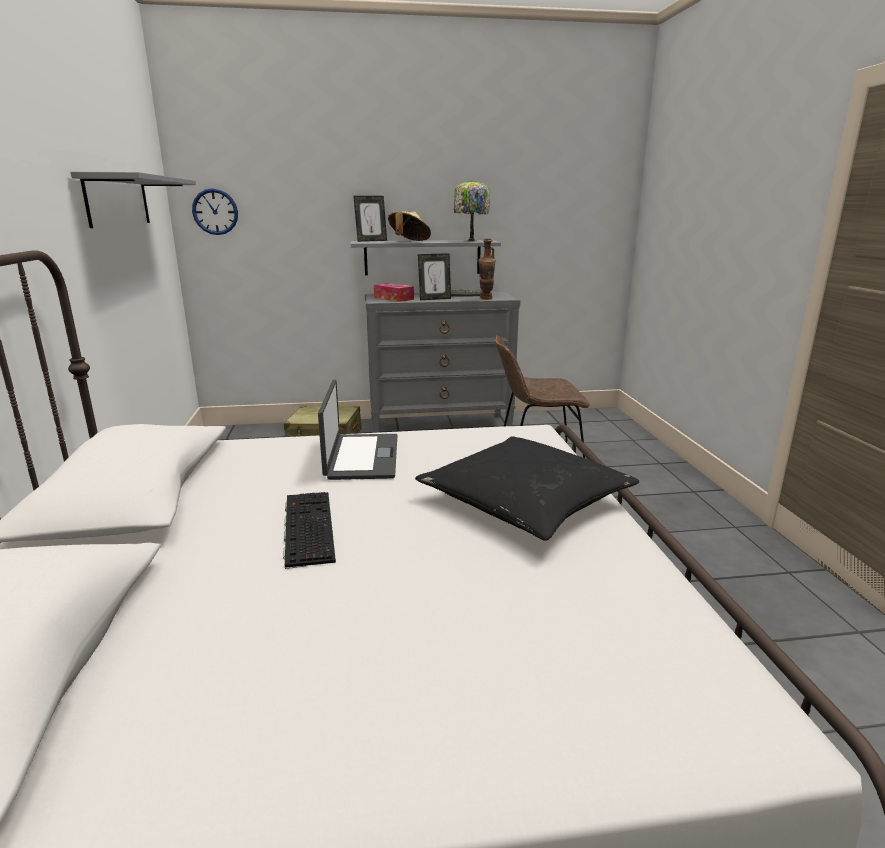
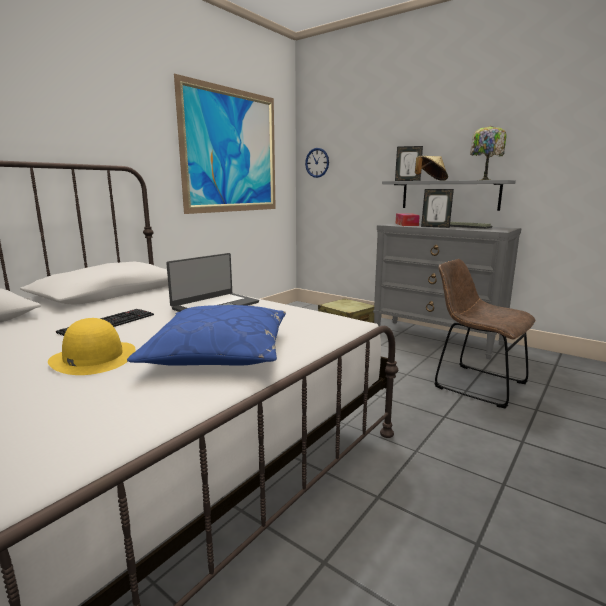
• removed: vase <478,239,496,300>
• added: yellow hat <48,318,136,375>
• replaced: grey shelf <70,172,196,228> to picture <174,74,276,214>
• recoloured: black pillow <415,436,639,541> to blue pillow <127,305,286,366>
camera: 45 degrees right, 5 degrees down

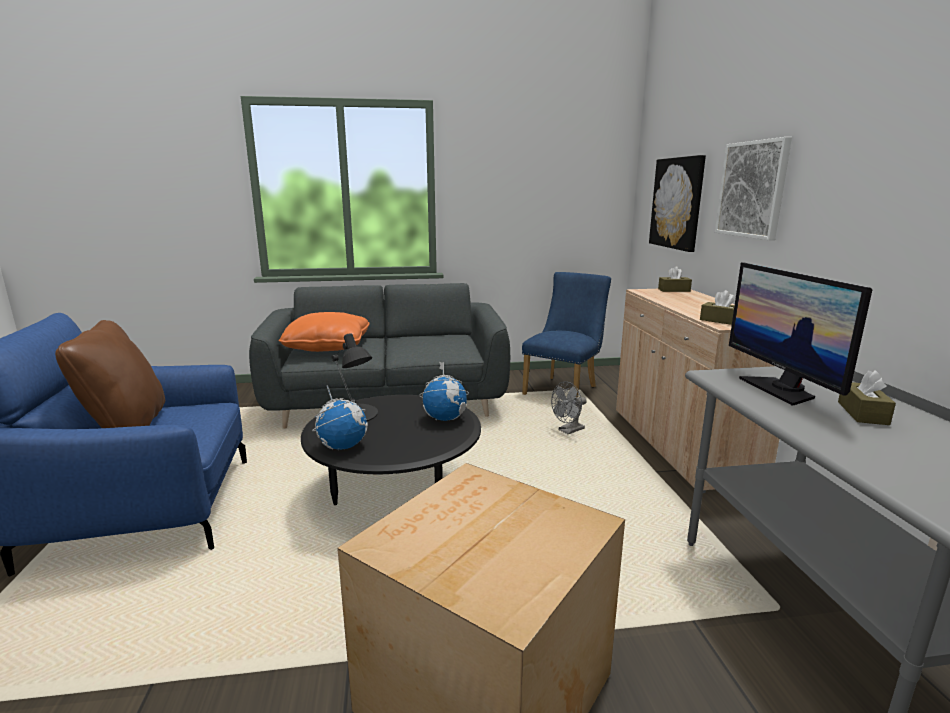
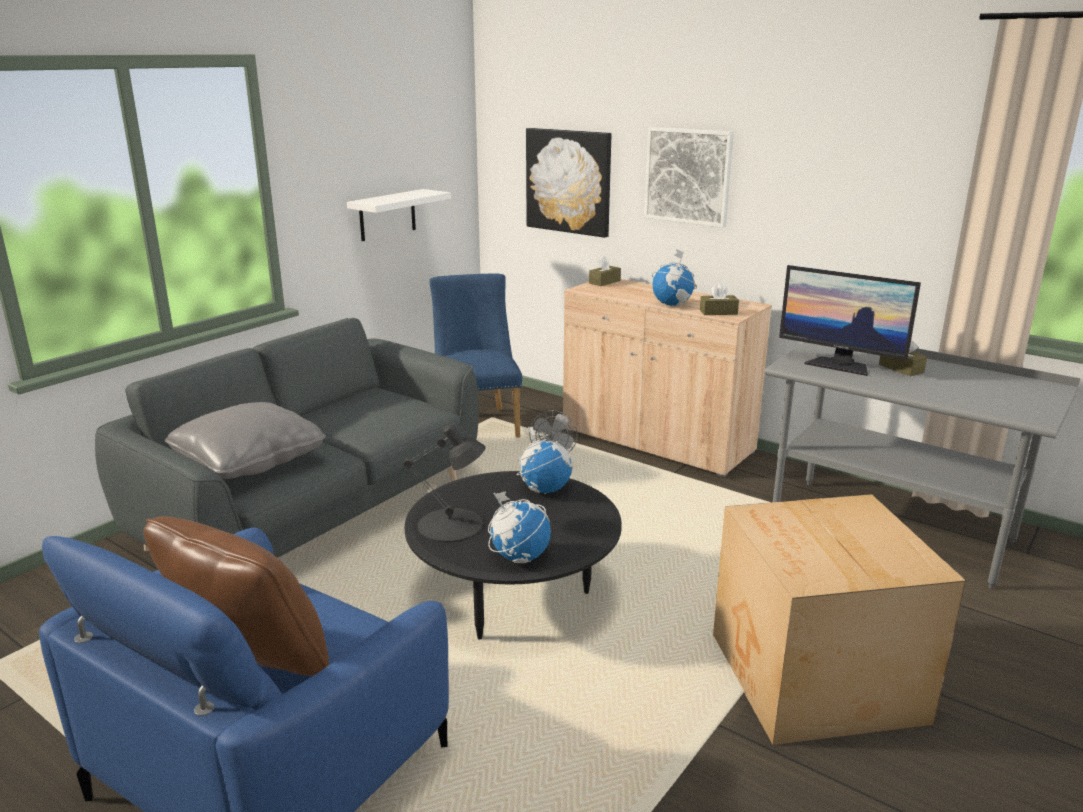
• added: white shelf <347,189,451,241>
• added: globe <652,249,697,306>
• recoloured: orange pillow <279,312,370,352> to grey pillow <165,402,326,479>
camera: 45 degrees left, 5 degrees up

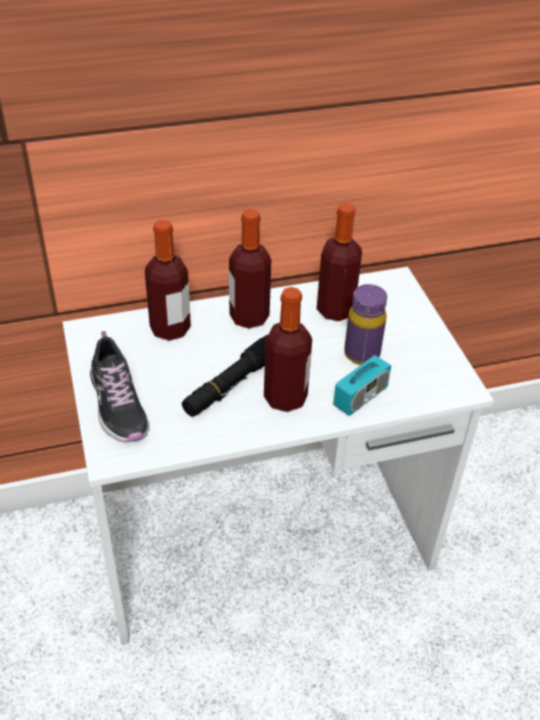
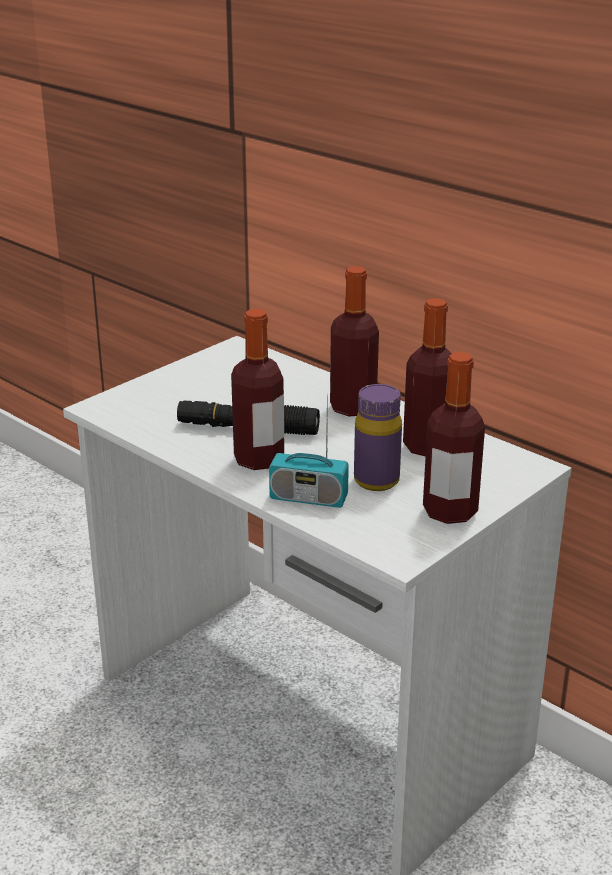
• removed: shoe <90,331,149,442>
• moved: bottle <145,220,191,341> to <423,352,485,524>
camera: 60 degrees right, 15 degrees down

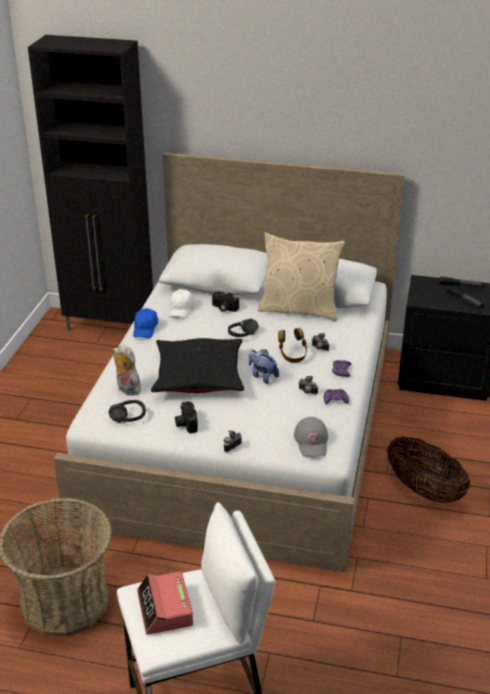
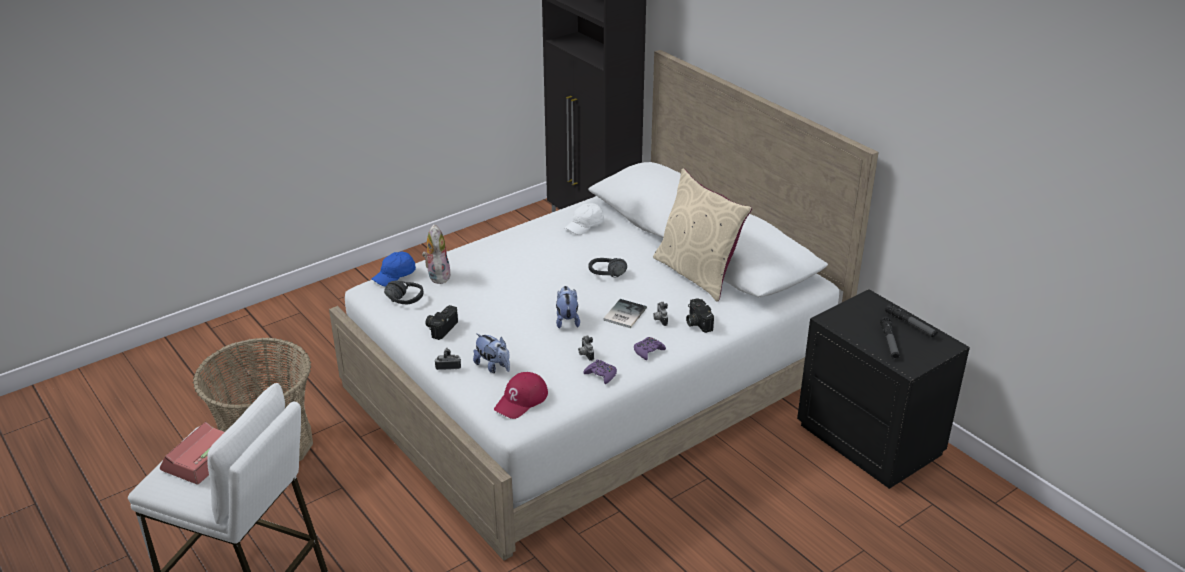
• removed: black pillow <151,338,244,393>
• removed: basket <387,437,470,503>
• added: plush toy <473,333,510,373>
• moved: blue cap <133,308,158,338> to <372,252,416,287>
• moved: photo camera <212,291,239,312> to <686,298,714,333>
• replaced: headphones <278,328,307,363> to book <603,299,647,328>
• recoloured: grey cap <294,417,328,457> to red cap <494,372,548,419>
camera: 40 degrees right, 0 degrees up

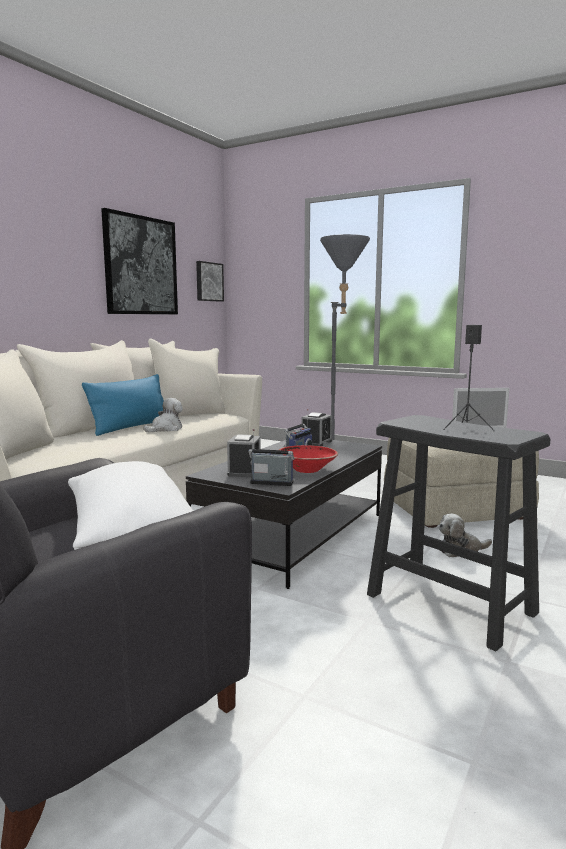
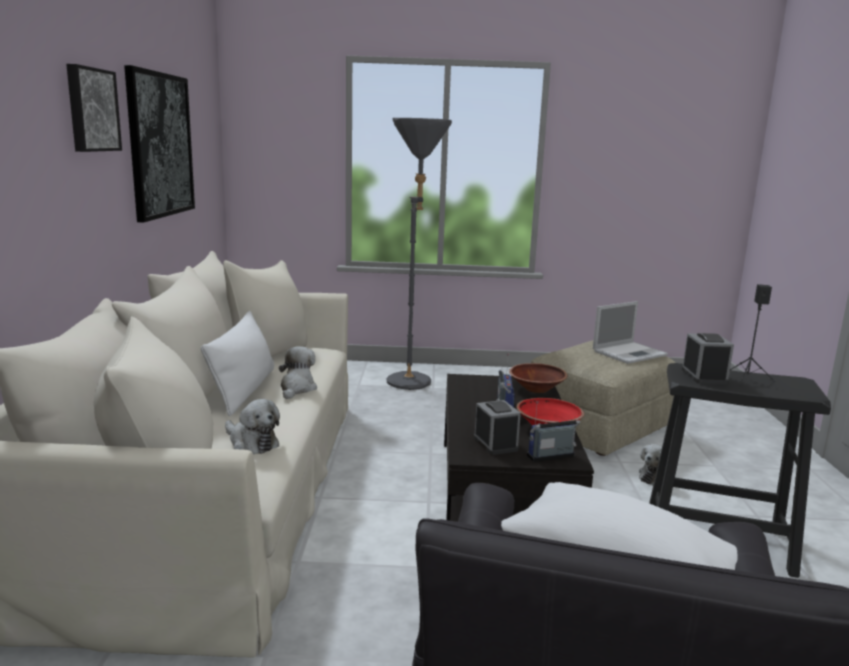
• added: plush toy <225,399,280,454>
• added: brown bowl <509,363,568,393>
• moved: picture <196,261,224,302> to <66,64,122,152>
• moved: alarm clock <301,412,332,446> to <682,333,734,385>
• recoloured: blue pillow <82,374,164,436> to white pillow <201,311,274,416>
camera: 30 degrees left, 5 degrees up

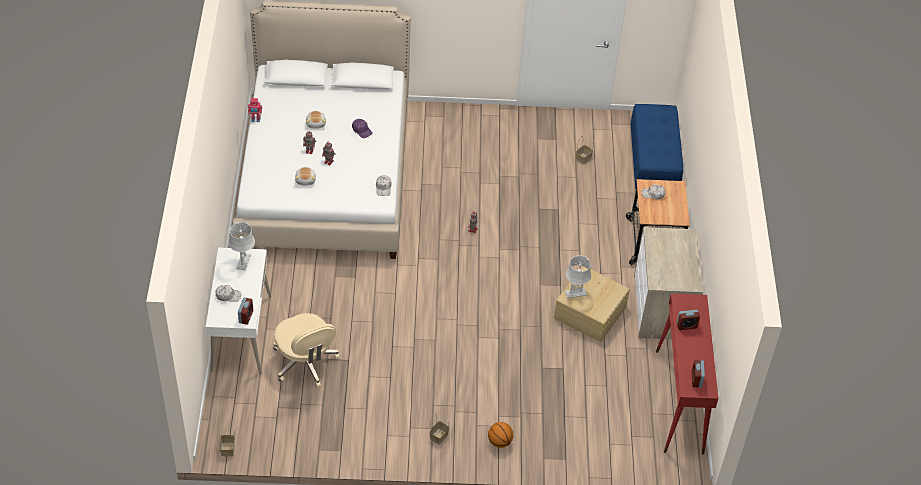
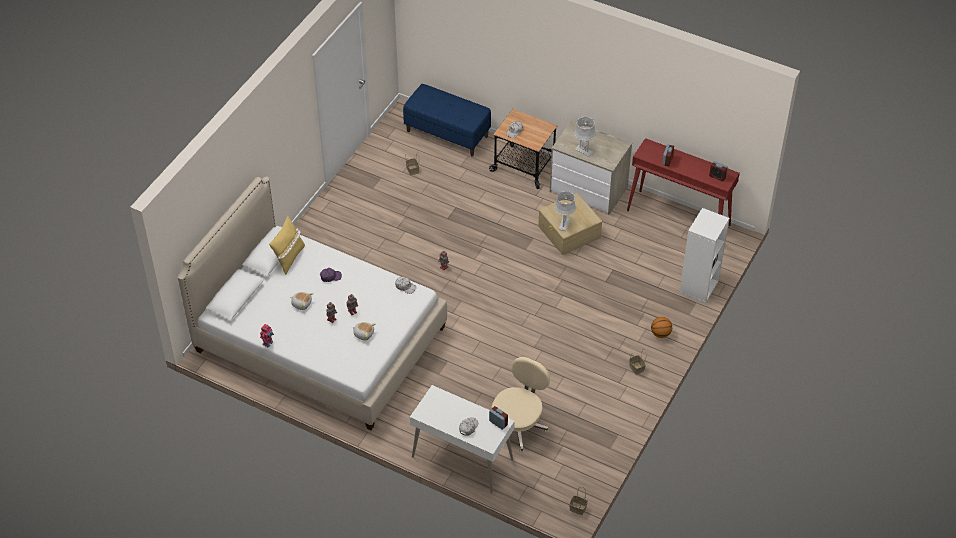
• added: yellow pillow <269,216,305,275>
• added: white bookcase <680,208,729,303>
• moved: grey table lamp <228,222,255,270> to <574,117,596,157>
• turned: beige office chair <273,313,340,387> = <492,357,550,453> 60 degrees counterclockwise
camera: 60 degrees left, 0 degrees up

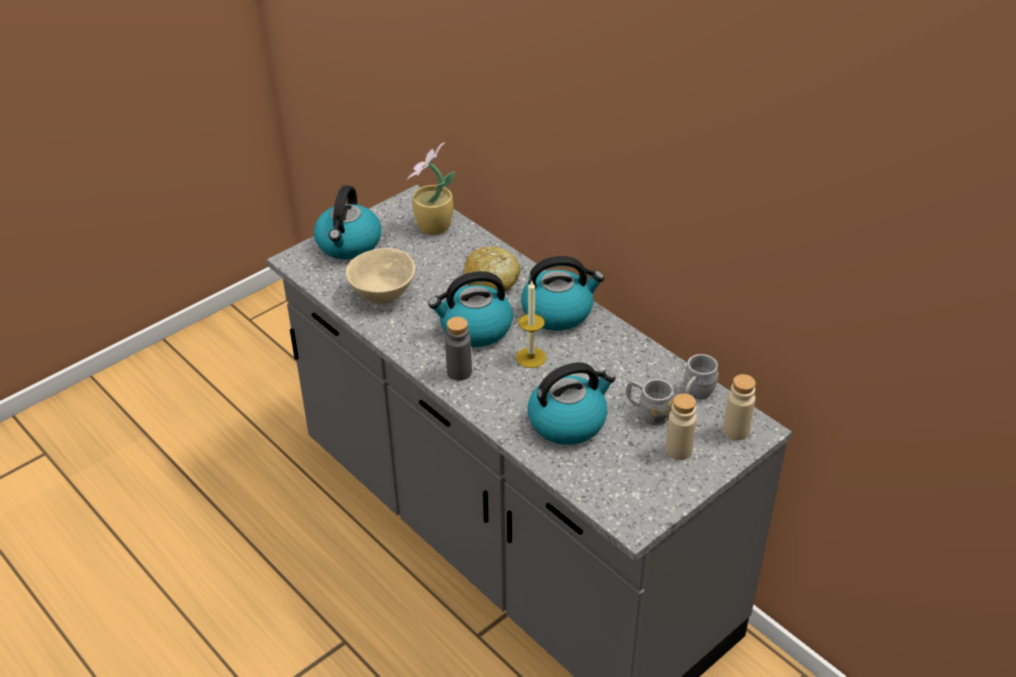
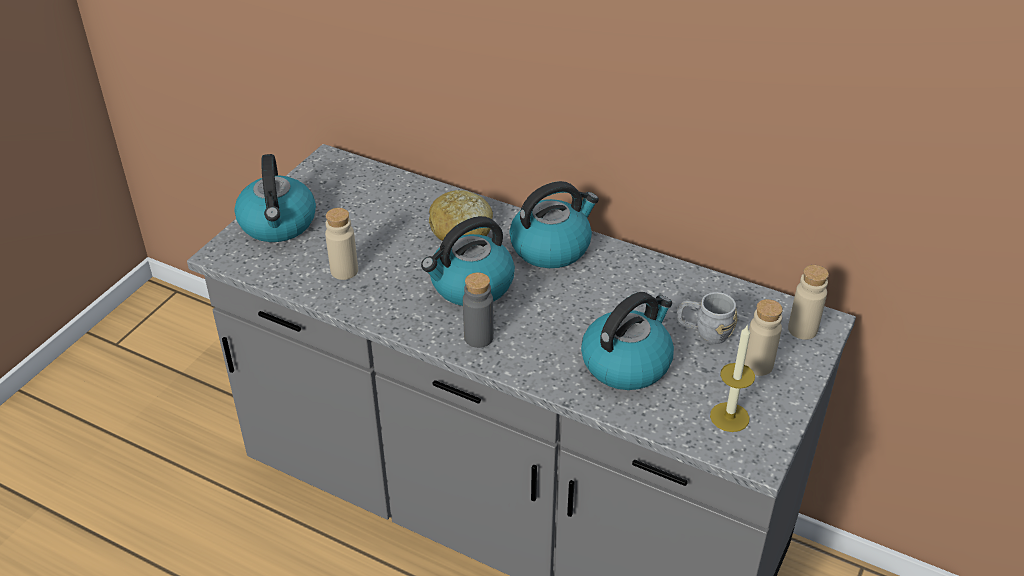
• removed: potted plant <407,143,455,235>
• removed: grey mug <684,354,719,399>
• moved: candle <516,280,547,368> to <710,326,755,432>
• replaced: beige bowl <346,248,415,304> to beige bottle <325,208,358,280>
camera: 20 degrees left, 0 degrees up

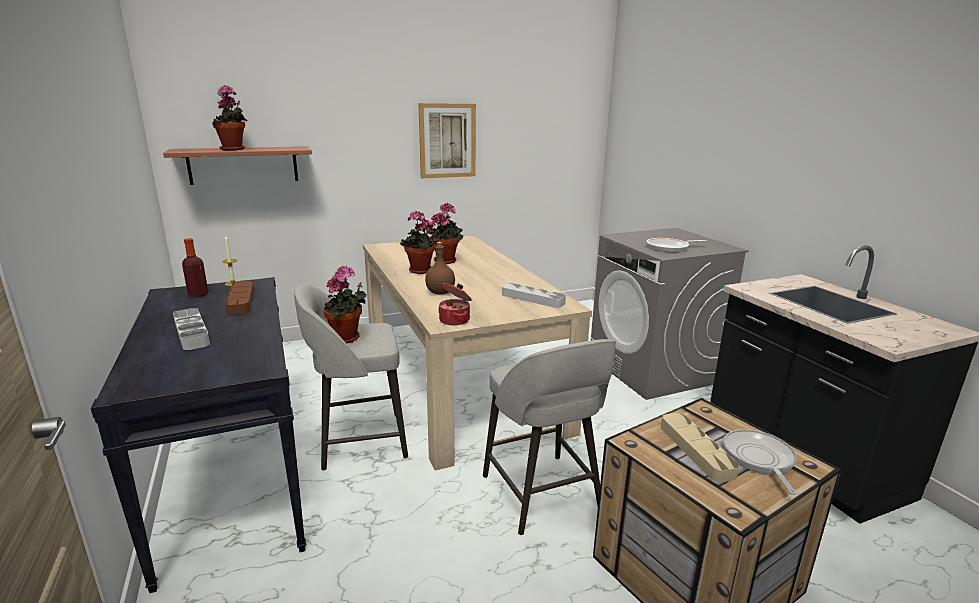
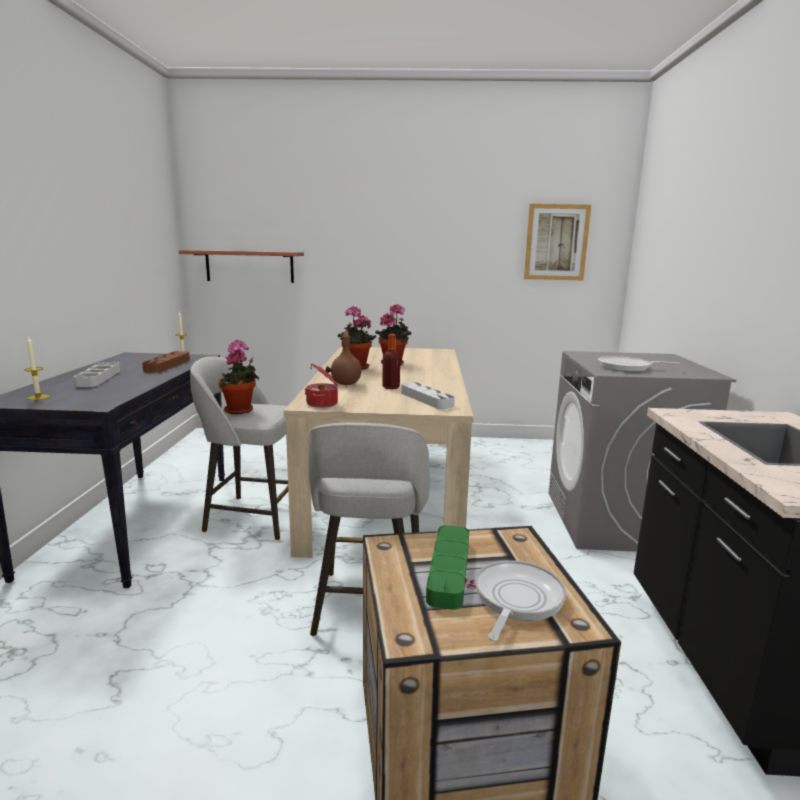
• removed: potted plant <212,85,247,151>
• added: candle <24,336,50,400>
• moved: bottle <182,238,208,297> to <382,334,400,389>
• moved: picture <418,103,476,178> to <524,204,591,280>
• recoloured: beige tray <661,413,739,482> to green tray <426,525,469,610>
camera: 25 degrees right, 5 degrees down

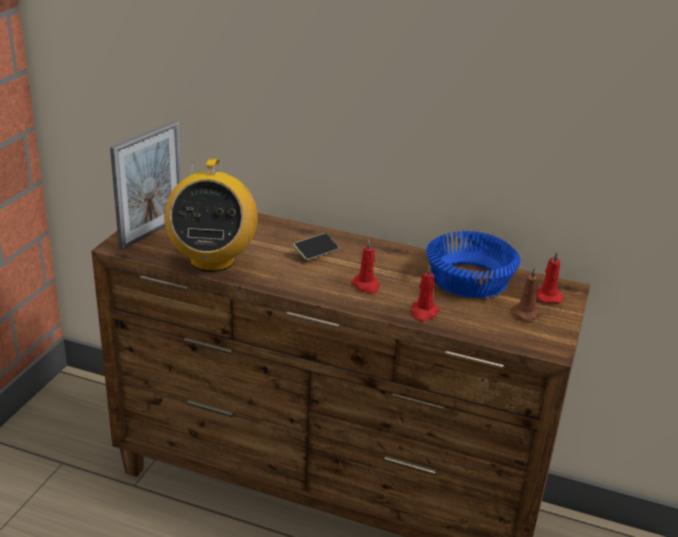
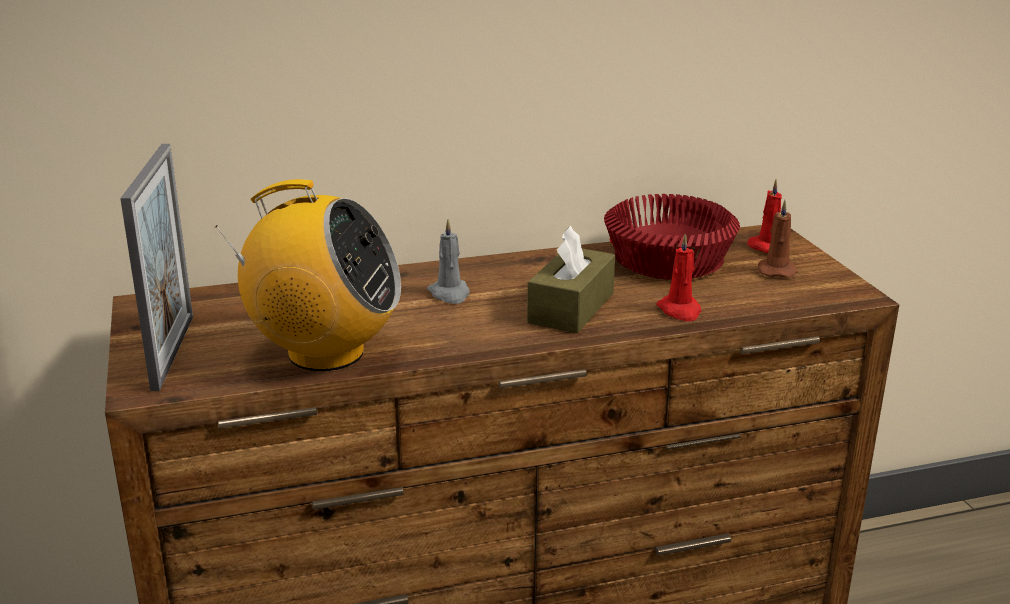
• replaced: phone <294,233,339,260> to grey candle <427,219,470,304>
• replaced: red candle <351,239,380,294> to brown tissue box <527,225,615,333>
• recoloured: blue bowl <426,231,520,298> to red bowl <604,194,740,280>
• turned: radio <164,159,258,272> = <214,179,401,371> 45 degrees counterclockwise
camera: 35 degrees left, 5 degrees down

